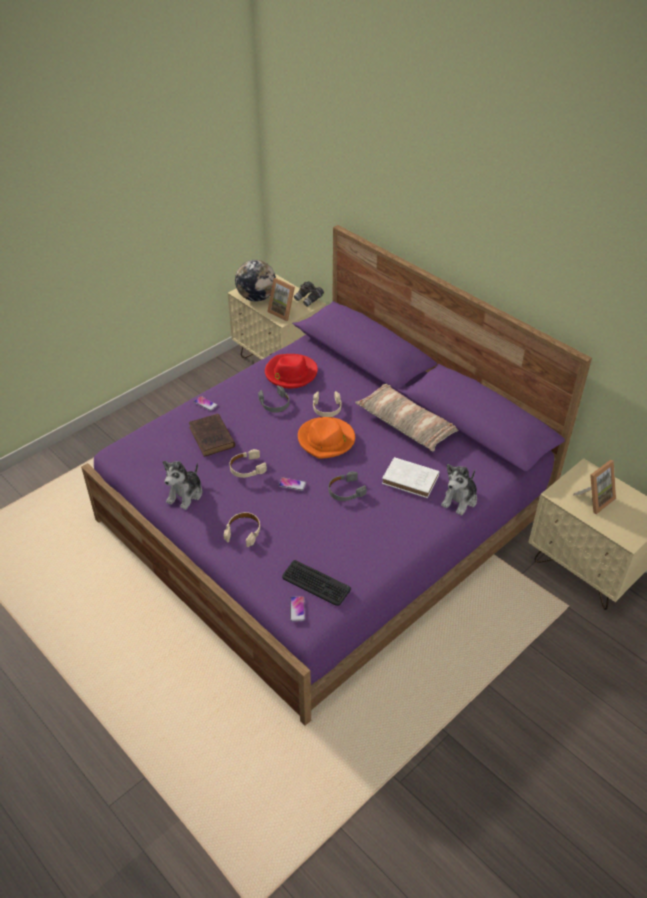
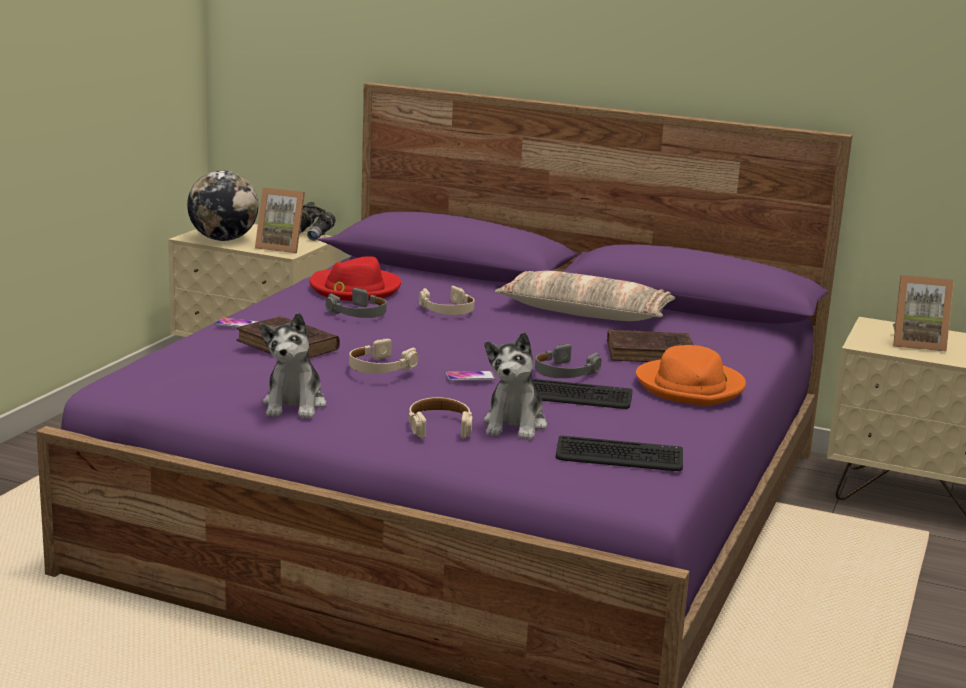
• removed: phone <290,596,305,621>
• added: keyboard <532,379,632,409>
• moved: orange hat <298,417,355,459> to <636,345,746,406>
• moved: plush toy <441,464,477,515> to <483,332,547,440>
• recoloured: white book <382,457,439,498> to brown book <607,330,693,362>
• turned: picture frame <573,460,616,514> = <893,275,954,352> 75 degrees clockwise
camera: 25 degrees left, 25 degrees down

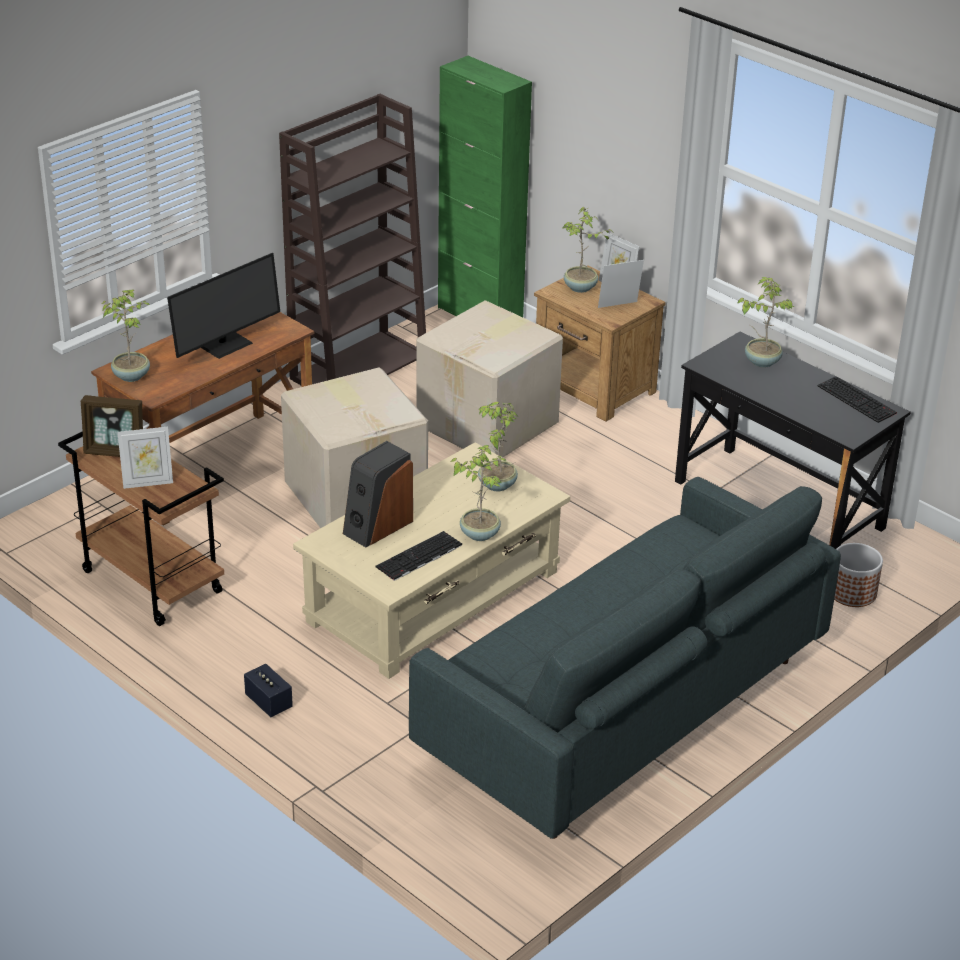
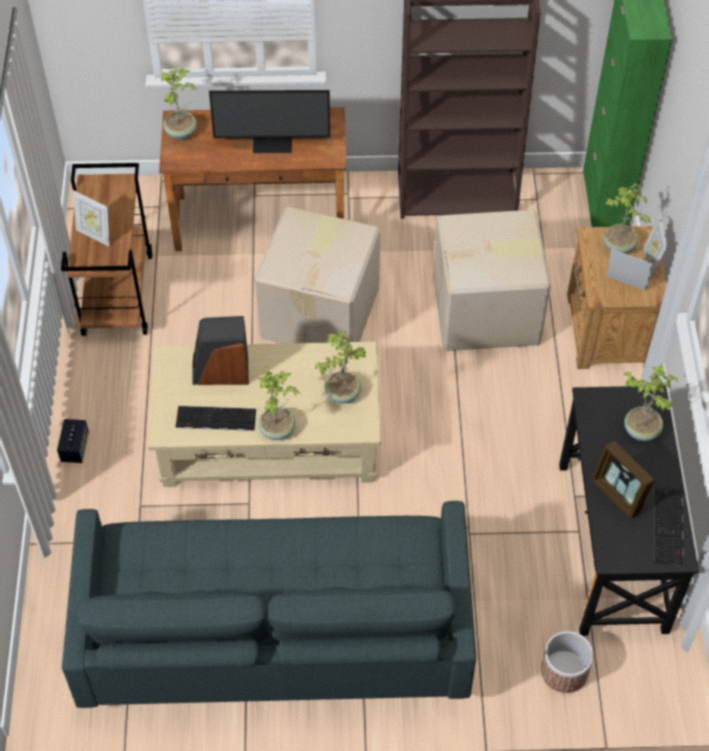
• moved: picture frame <81,395,143,457> to <591,441,655,519>
camera: 45 degrees right, 20 degrees up

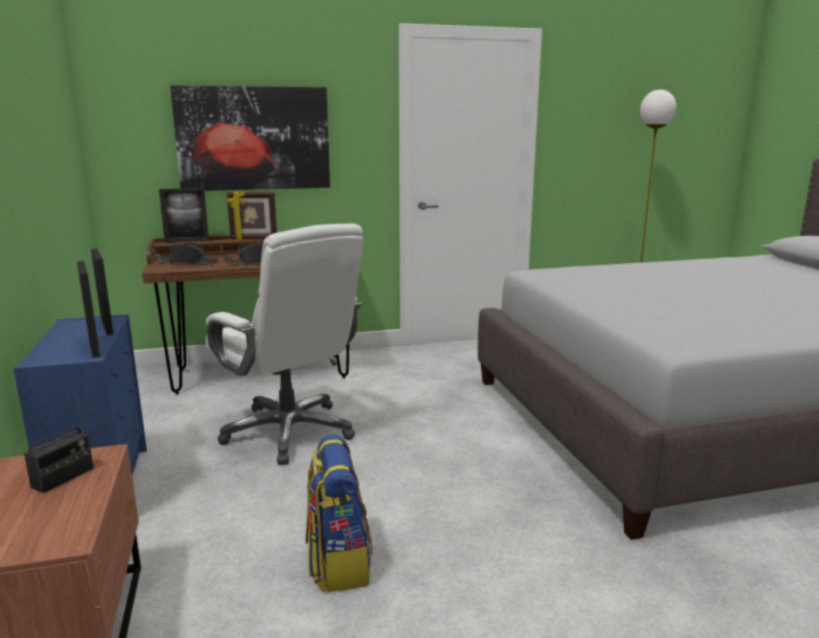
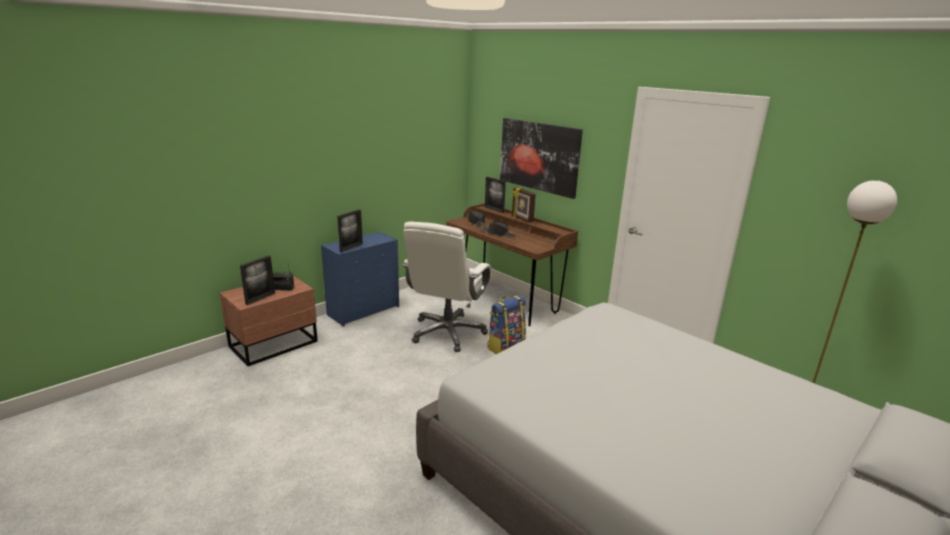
• moved: picture frame <91,248,114,335> to <240,255,275,305>
• moved: backpack <305,434,373,592> to <487,295,526,354>
camera: 60 degrees right, 5 degrees up

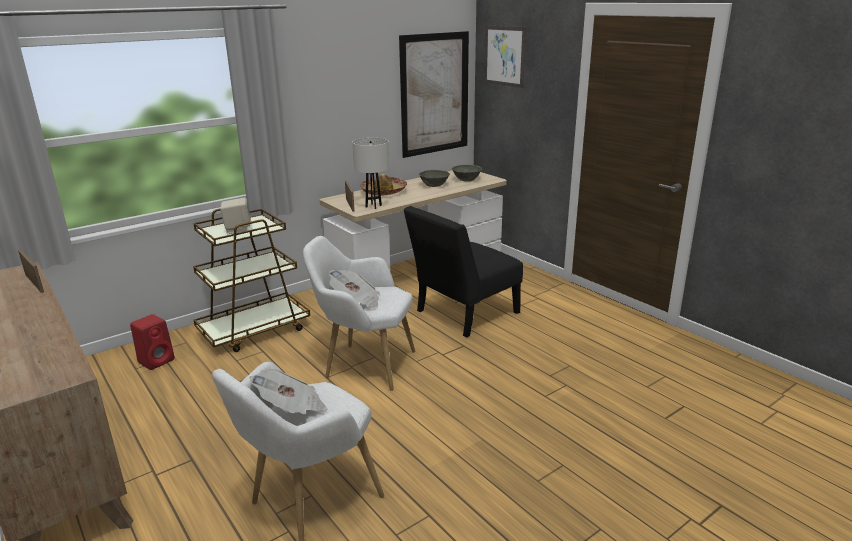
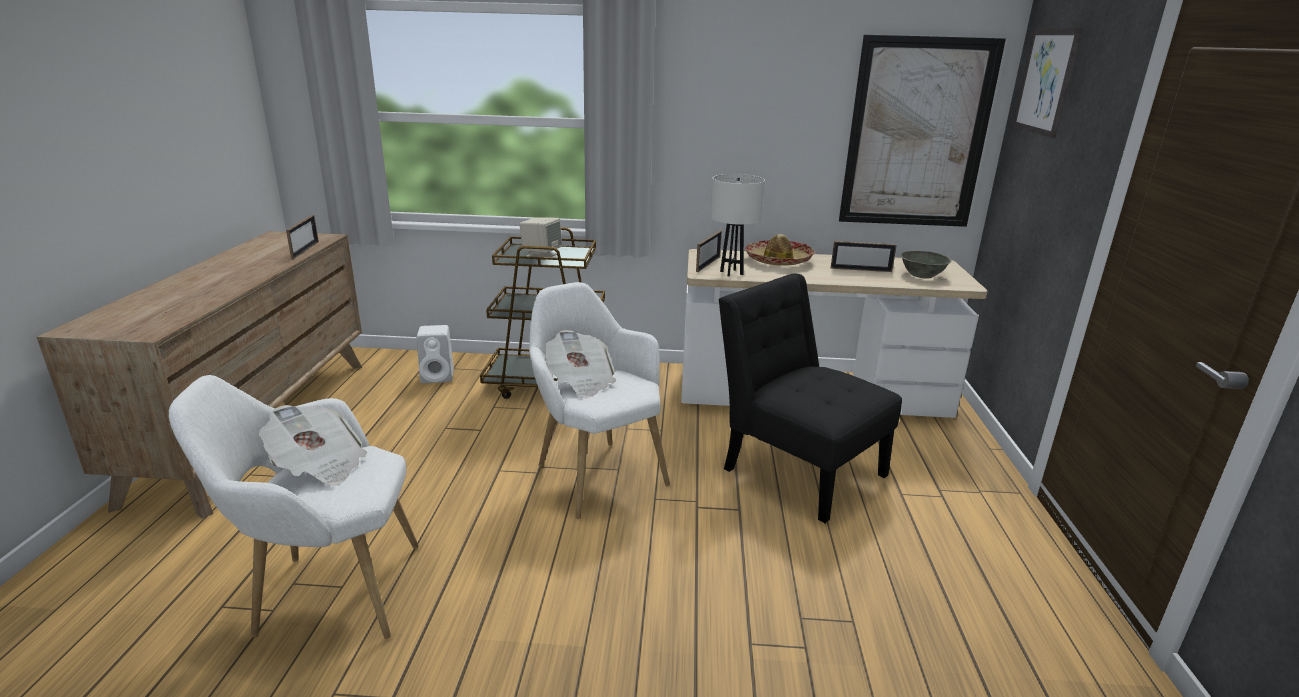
• replaced: grey bowl <419,170,450,187> to picture frame <831,241,897,272>
• recoloured: red speaker <130,314,175,370> to white speaker <417,325,454,383>
• turned: black chair <404,206,523,338> = <719,273,902,523> 45 degrees clockwise
camera: 40 degrees right, 0 degrees up

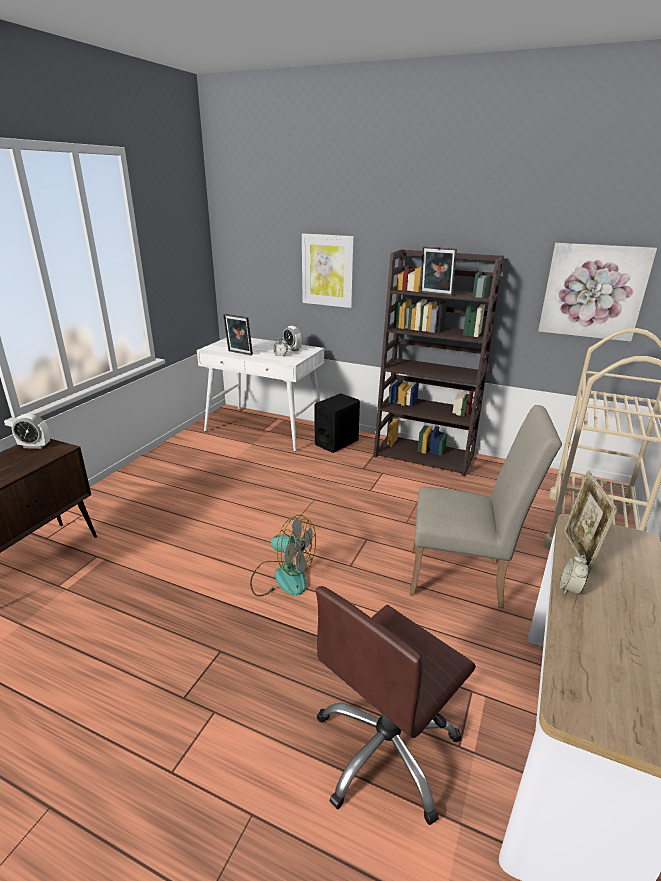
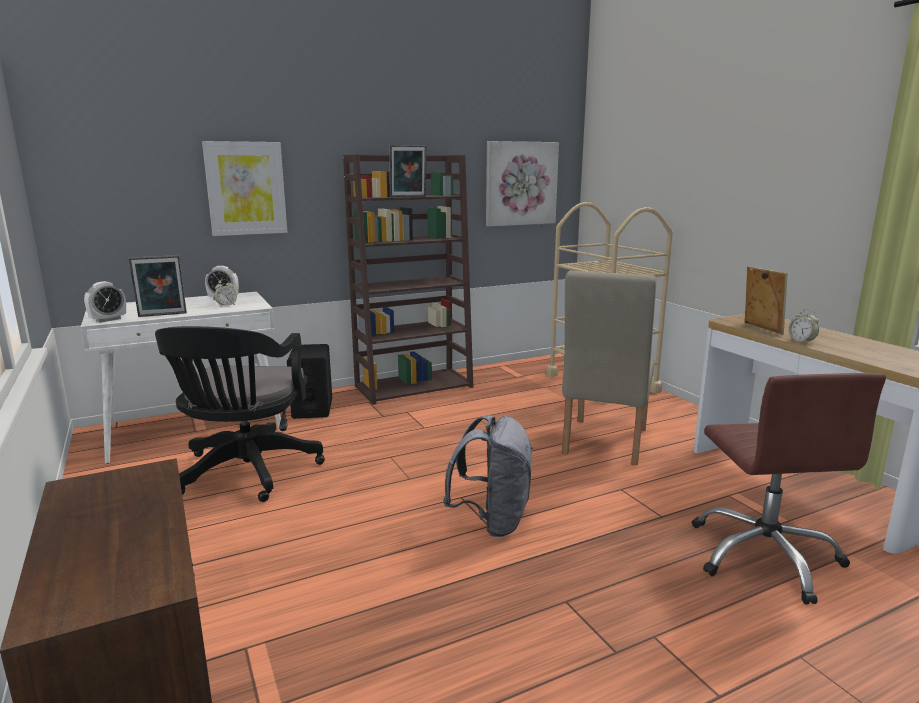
• added: black office chair <155,326,325,502>
• moved: alarm clock <12,414,50,449> to <84,281,126,323>
• replaced: fan <250,515,316,597> to grey backpack <443,415,533,537>
• turned: beige chair <410,405,562,608> = <562,271,656,465> 150 degrees clockwise
• turned: picture frame <564,471,617,573> = <744,266,788,335> 150 degrees counterclockwise
camera: 50 degrees left, 10 degrees down

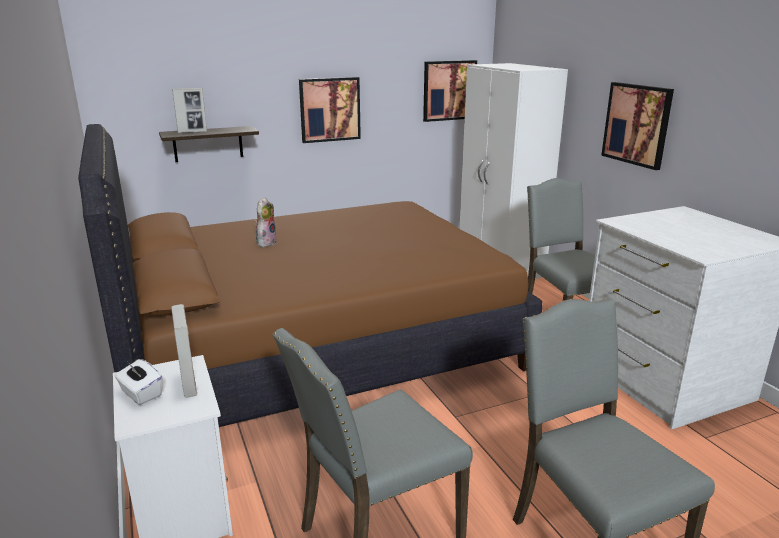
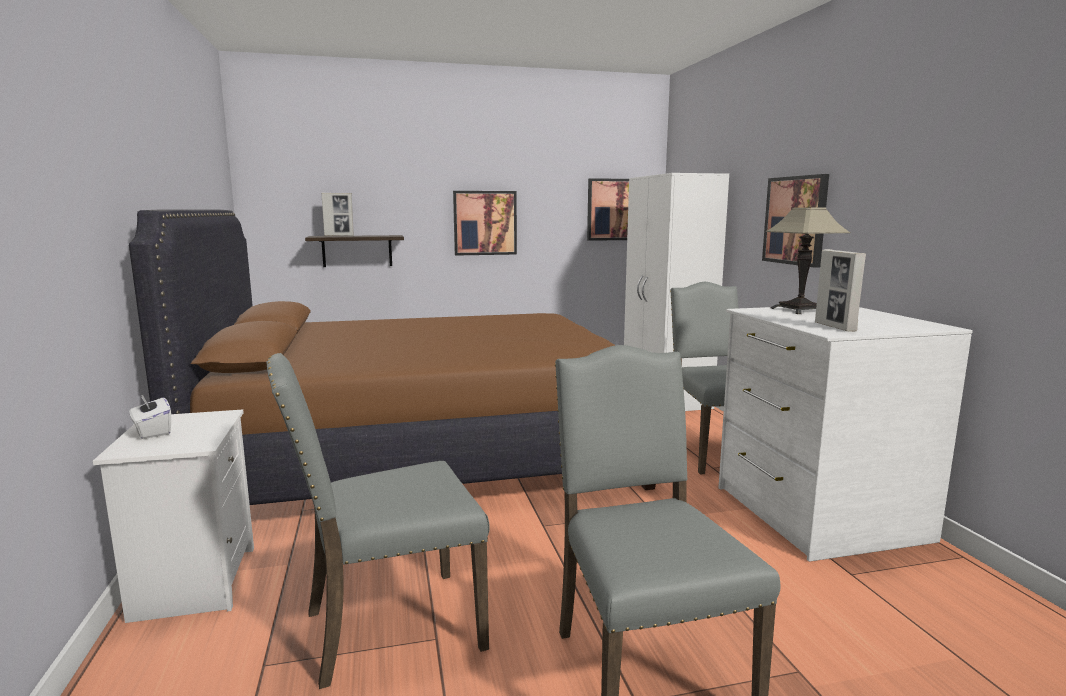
• removed: plush toy <254,197,277,247>
• added: table lamp <766,206,850,314>
• moved: picture frame <171,304,197,398> to <815,249,866,332>
camera: 10 degrees right, 10 degrees down

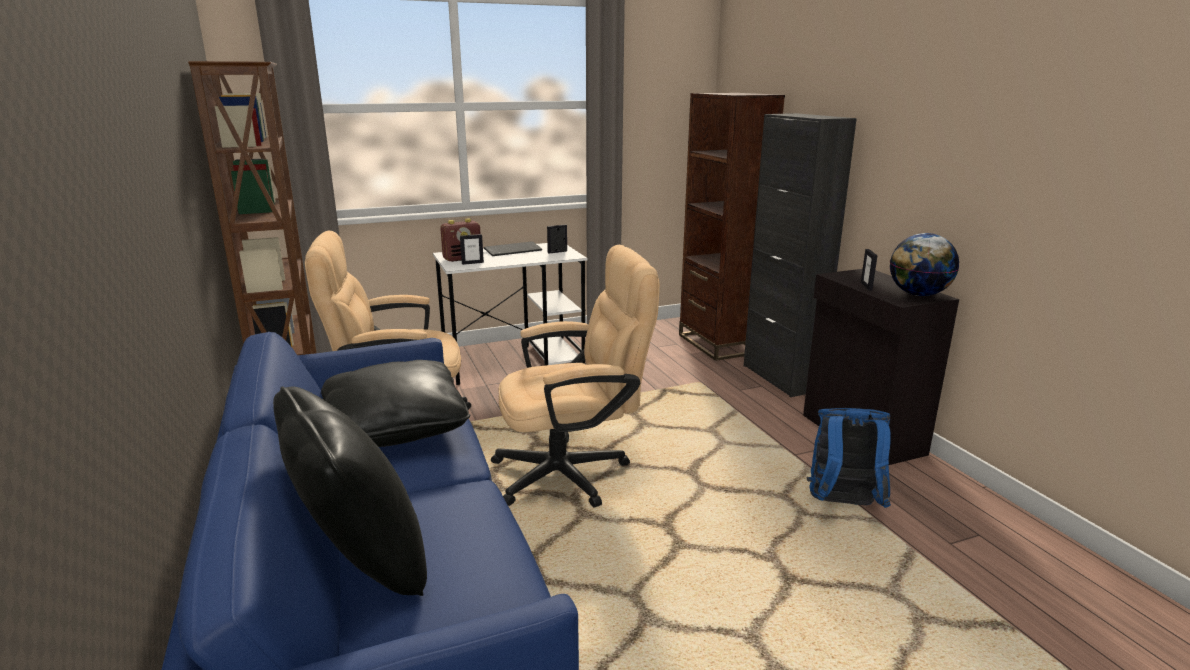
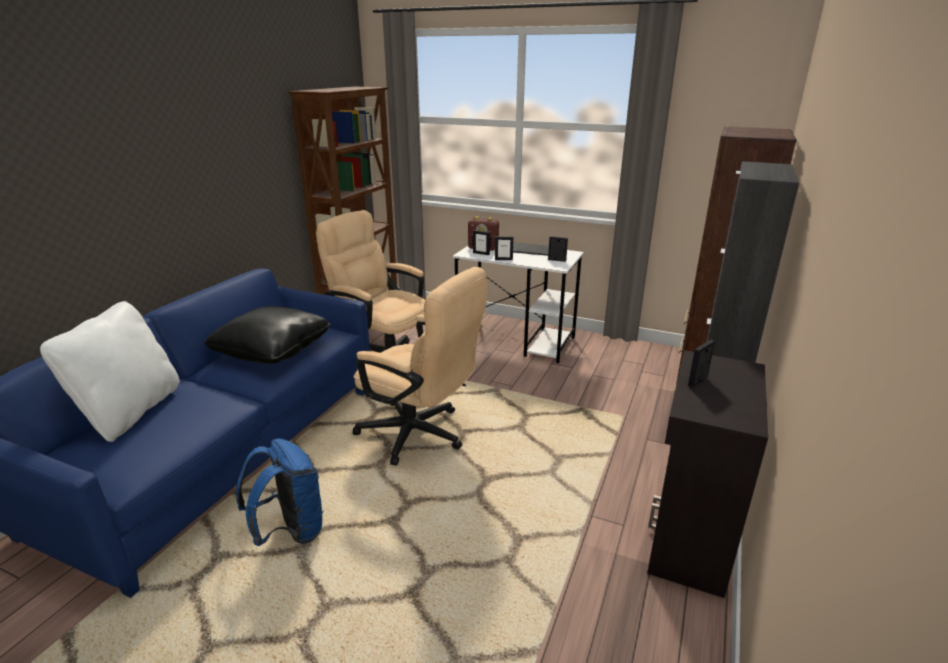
• removed: globe <890,233,959,296>
• added: picture frame <495,236,513,260>
• moved: blue backpack <806,408,891,508> to <236,438,323,546>
• recoloured: black pillow <273,387,427,596> to white pillow <40,301,180,442>
camera: 45 degrees right, 5 degrees up

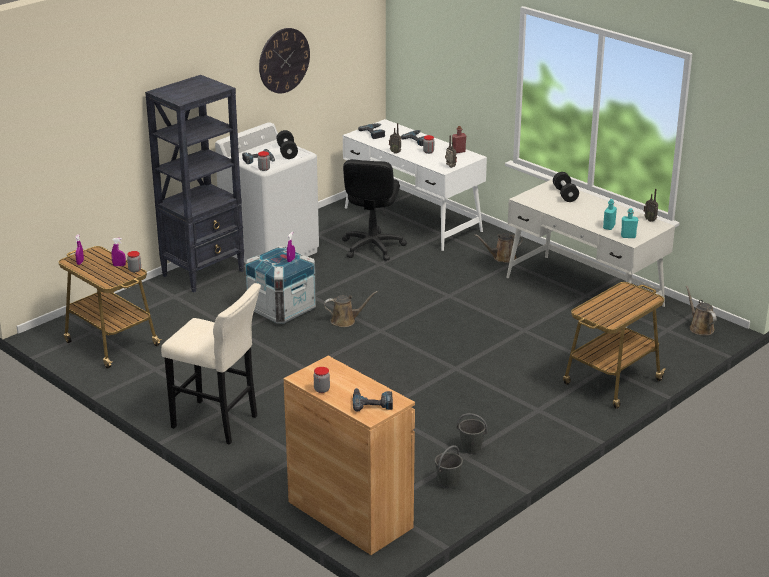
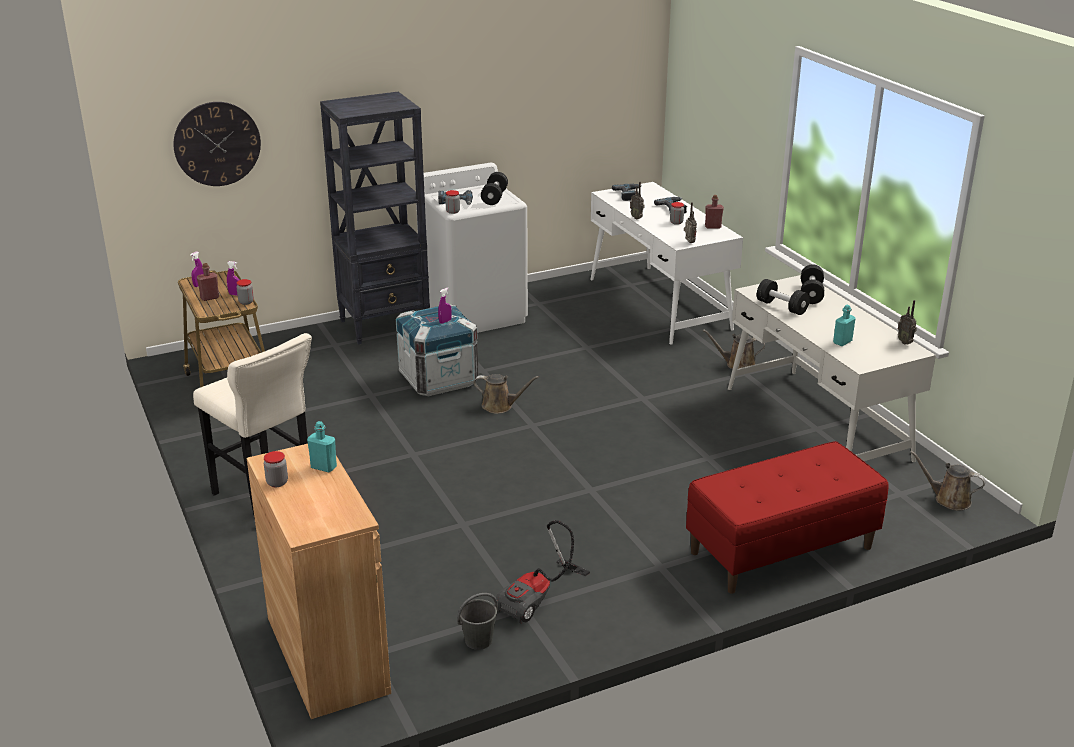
• removed: black office chair <342,159,407,261>
• removed: power drill <353,388,393,412>
• added: red bottle <197,263,219,301>
• added: black dumbbell <757,279,810,315>
• moved: wall clock <259,28,310,93> to <173,102,261,186>
• moved: turquoise bottle <621,208,638,238> to <307,421,337,473>
• replaced: grey bucket <457,413,488,454> to vacuum cleaner <495,520,590,624>
• replaced: cart <563,282,666,409> to red bench <686,441,888,594>
• turned: brown watering can <686,286,716,336> = <910,451,985,510> 60 degrees counterclockwise
camera: 20 degrees right, 0 degrees up

